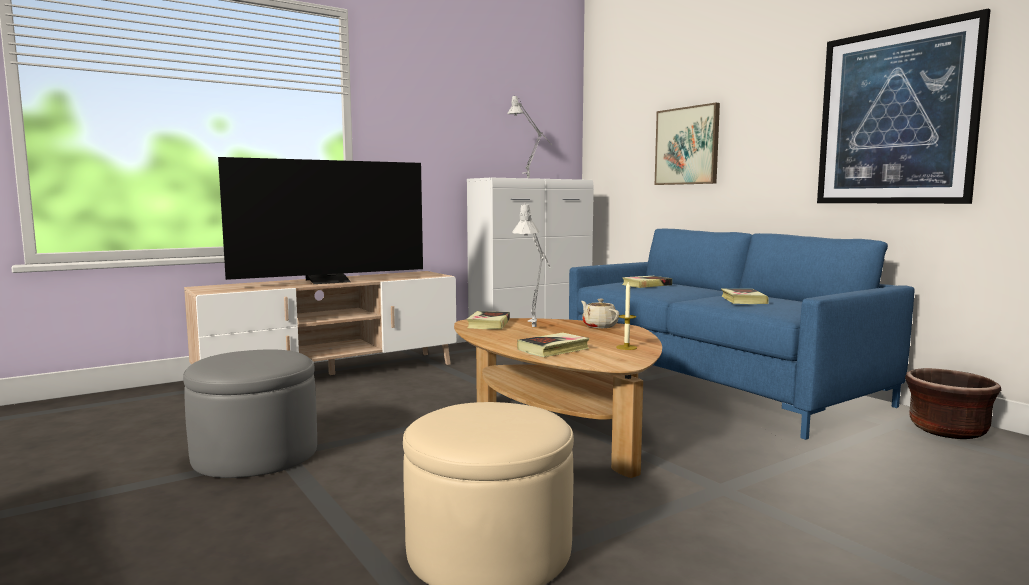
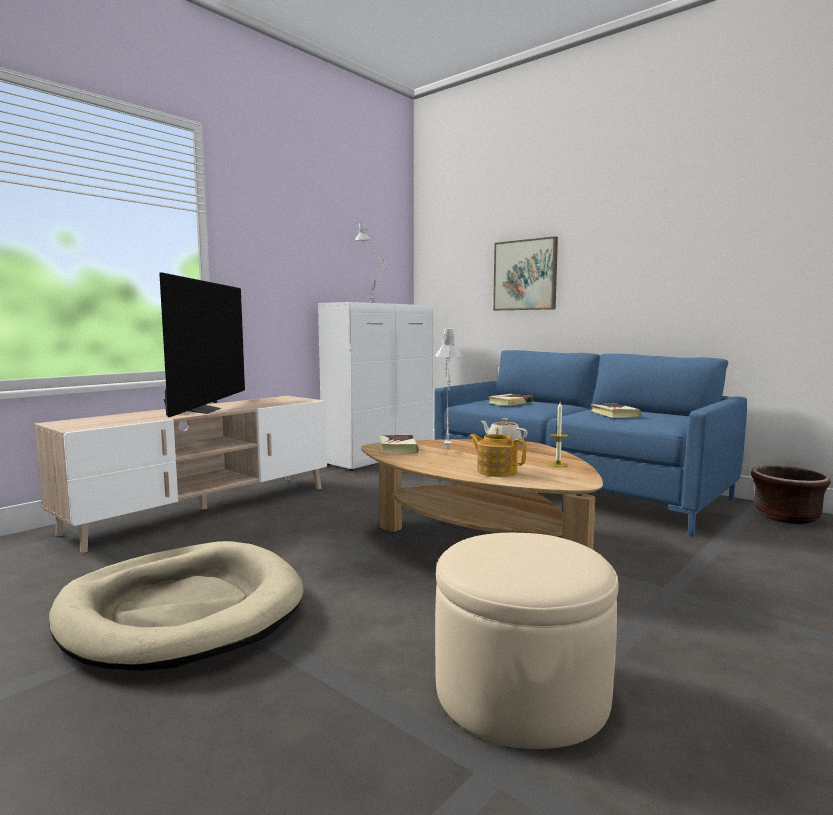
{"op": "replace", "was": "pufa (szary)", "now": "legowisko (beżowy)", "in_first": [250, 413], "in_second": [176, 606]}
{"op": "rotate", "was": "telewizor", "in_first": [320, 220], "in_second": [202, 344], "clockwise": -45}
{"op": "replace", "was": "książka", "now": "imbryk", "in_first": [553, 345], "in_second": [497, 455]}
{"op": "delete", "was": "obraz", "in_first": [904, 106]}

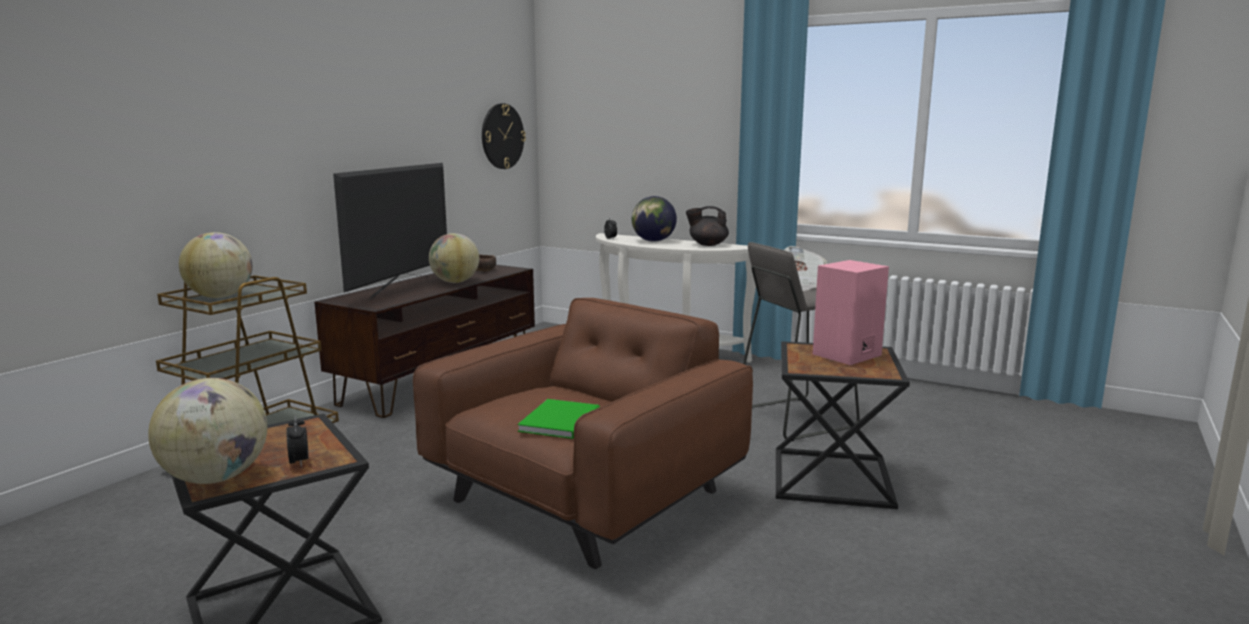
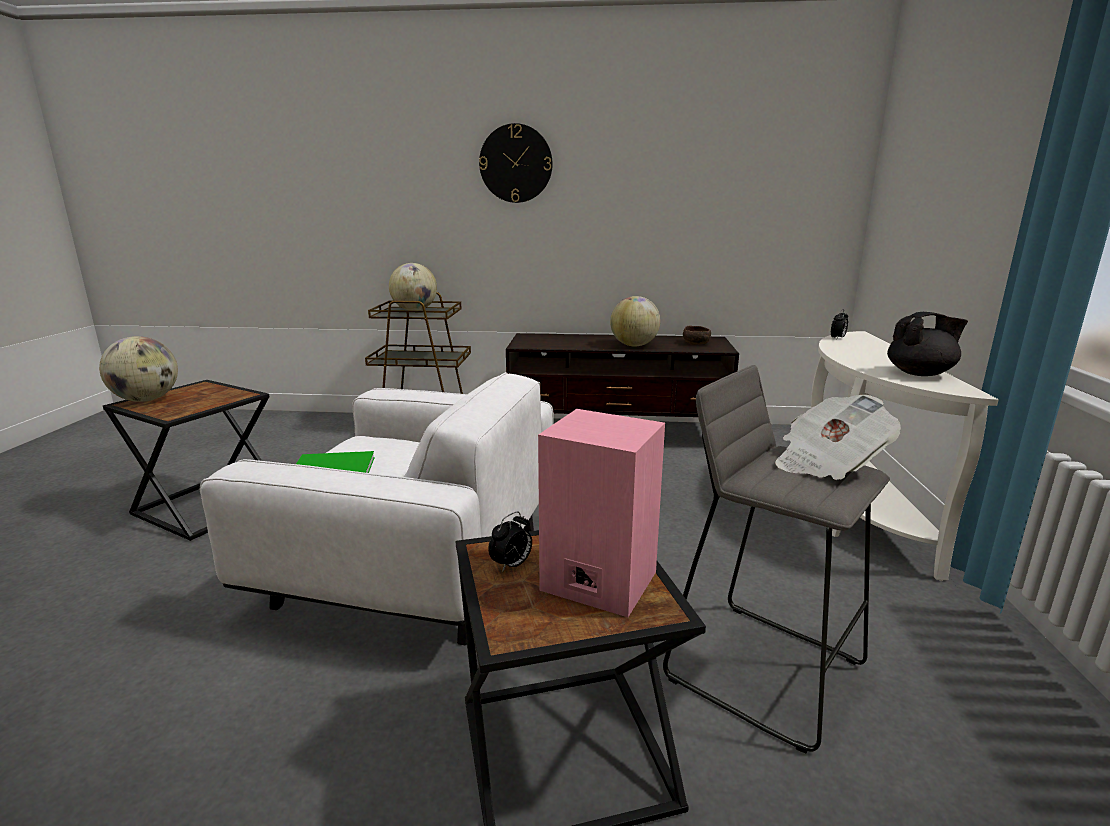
{"op": "move", "was": "budzik", "in_first": [297, 441], "in_second": [510, 542]}
{"op": "delete", "was": "telewizor", "in_first": [390, 231]}
{"op": "recolor", "was": "fotel (brązowy)", "now": "fotel (biały)", "in_first": [583, 433], "in_second": [376, 508]}
{"op": "move", "was": "zegar ścienny", "in_first": [504, 136], "in_second": [516, 163]}
{"op": "delete", "was": "globus", "in_first": [654, 219]}
{"op": "rotate", "was": "imbryk (czarny)", "in_first": [707, 226], "in_second": [927, 344], "clockwise": 105}

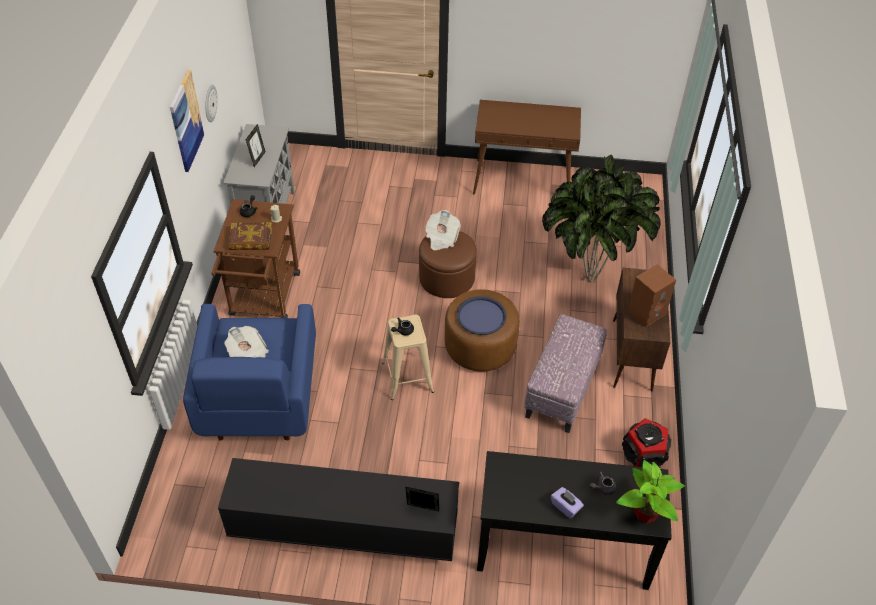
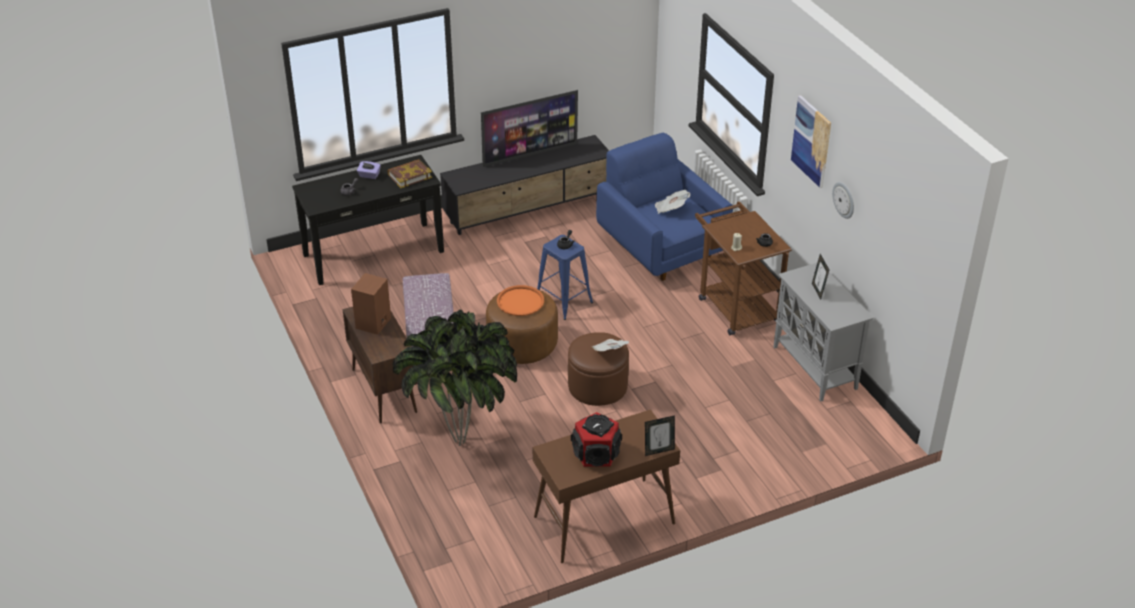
{"op": "move", "was": "książka", "in_first": [250, 236], "in_second": [409, 173]}
{"op": "recolor", "was": "stołek (beżowy)", "now": "stołek (niebieski)", "in_first": [408, 357], "in_second": [565, 277]}
{"op": "move", "was": "ramka na zdjęcie", "in_first": [422, 499], "in_second": [660, 435]}
{"op": "recolor", "was": "taca (niebieski)", "now": "taca (pomarańczowy)", "in_first": [482, 315], "in_second": [520, 300]}
{"op": "delete", "was": "roślina doniczkowa", "in_first": [650, 492]}
{"op": "move", "was": "głośnik", "in_first": [646, 443], "in_second": [596, 439]}
{"op": "insert", "now": "telewizor", "in_second": [529, 128]}

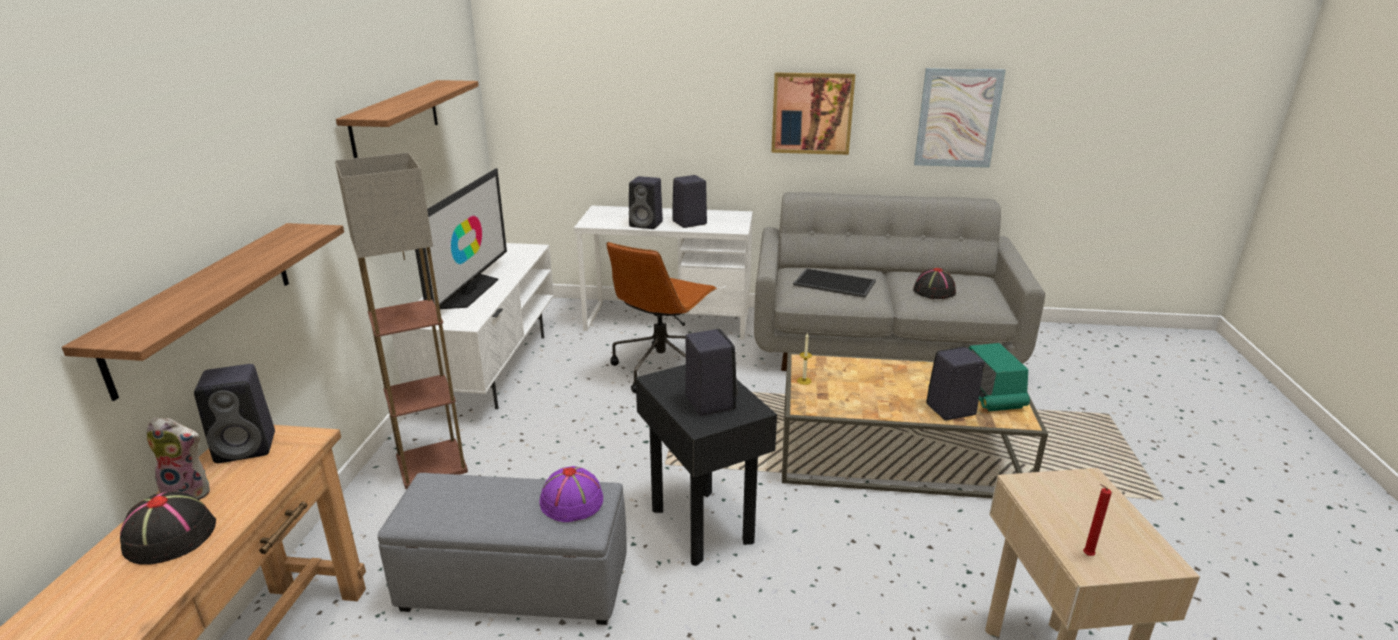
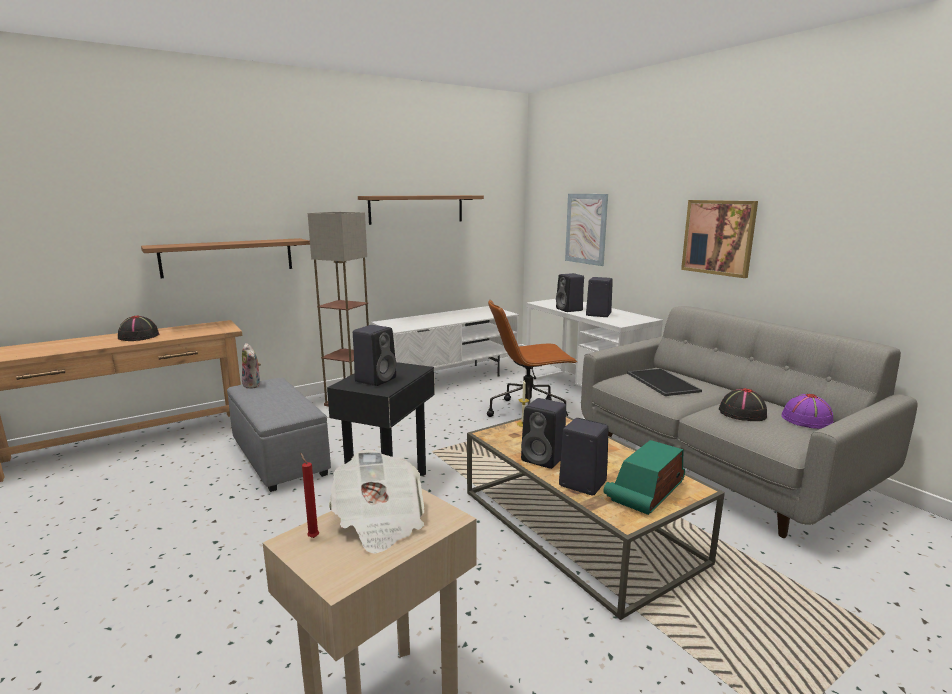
{"op": "move", "was": "pluszak", "in_first": [178, 459], "in_second": [251, 366]}
{"op": "move", "was": "głośnik (czarny)", "in_first": [234, 413], "in_second": [543, 433]}
{"op": "delete", "was": "telewizor", "in_first": [461, 238]}
{"op": "move", "was": "kapelusz (fioletowy)", "in_first": [571, 494], "in_second": [807, 411]}
{"op": "move", "was": "obraz", "in_first": [960, 118], "in_second": [586, 230]}
{"op": "insert", "now": "gazeta", "in_second": [376, 501]}

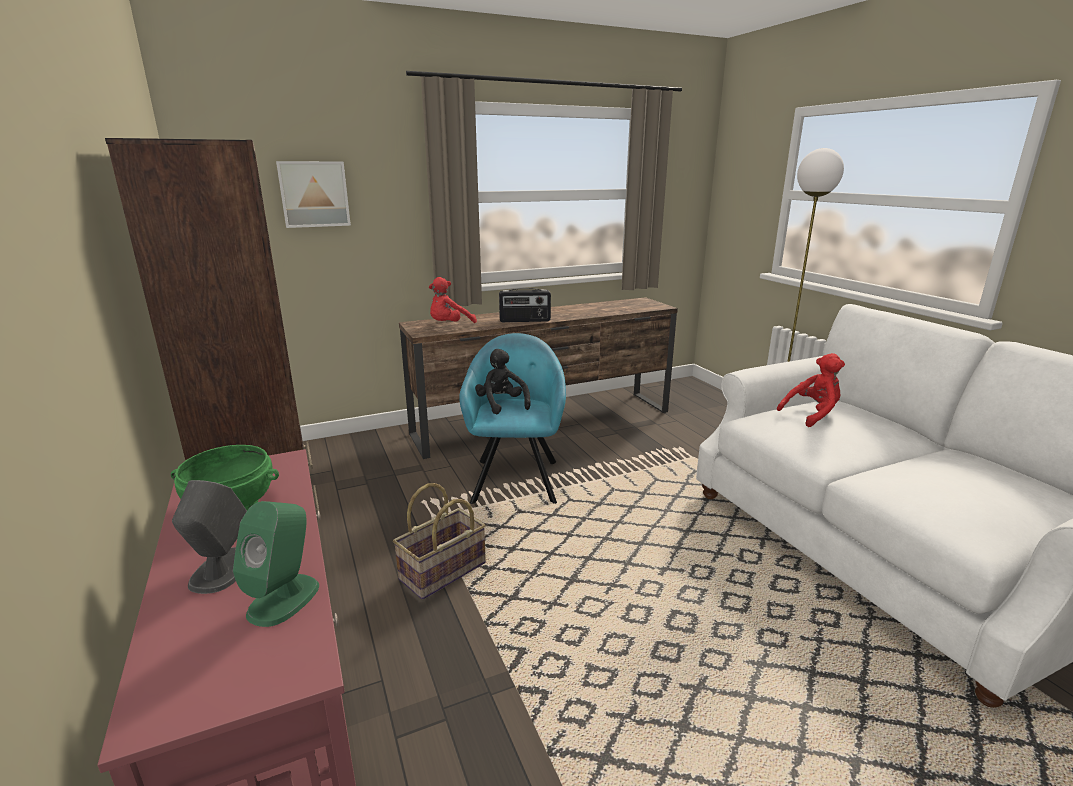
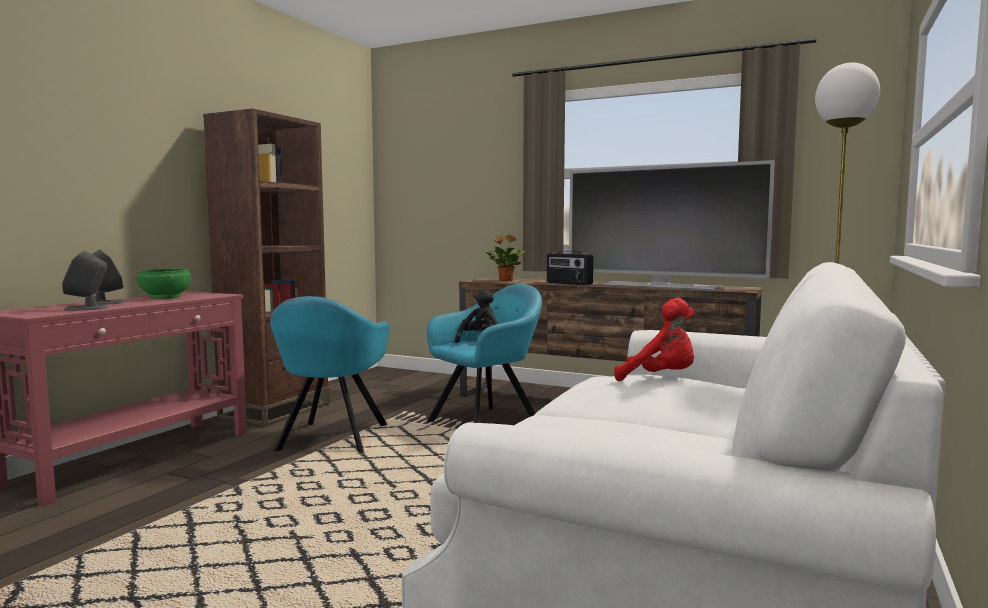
{"op": "recolor", "was": "głośnik (zielony)", "now": "głośnik (szary)", "in_first": [276, 564], "in_second": [85, 281]}
{"op": "delete", "was": "obraz", "in_first": [313, 194]}
{"op": "replace", "was": "koszyk", "now": "fotel (turkusowy)", "in_first": [439, 541], "in_second": [330, 374]}
{"op": "replace", "was": "pluszak (czerwony)", "now": "roślina doniczkowa", "in_first": [453, 300], "in_second": [505, 258]}
{"op": "insert", "now": "telewizor", "in_second": [672, 225]}

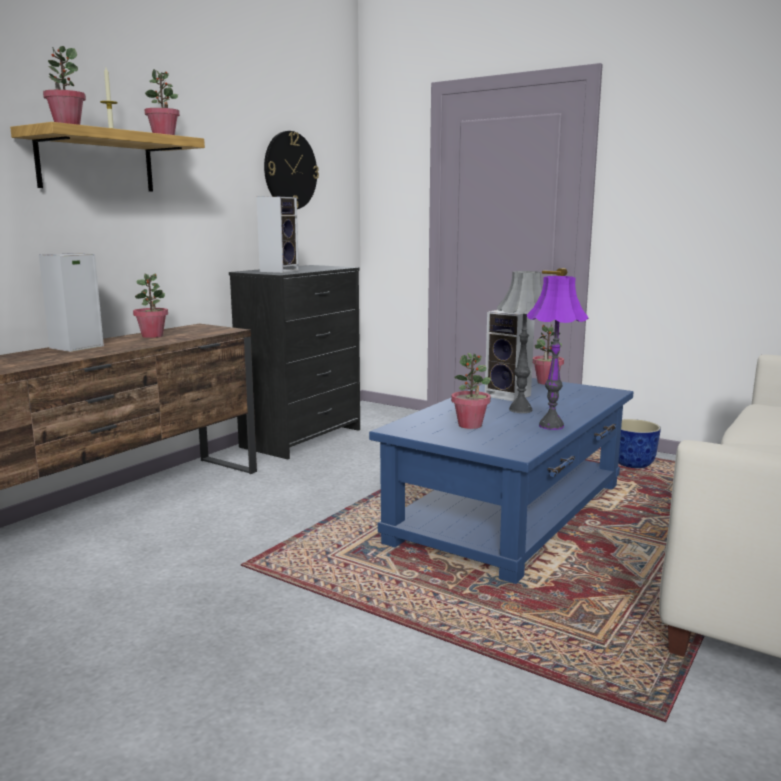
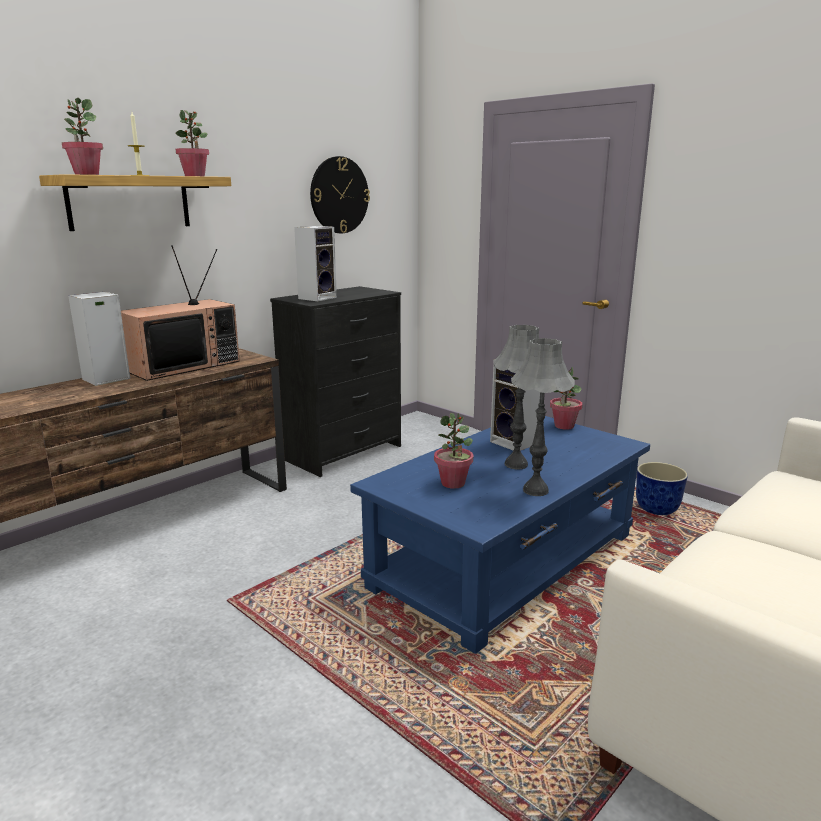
{"op": "replace", "was": "roślina doniczkowa", "now": "telewizor", "in_first": [150, 305], "in_second": [180, 313]}
{"op": "recolor", "was": "lampa stołowa (fioletowy)", "now": "lampa stołowa (szary)", "in_first": [558, 353], "in_second": [543, 417]}

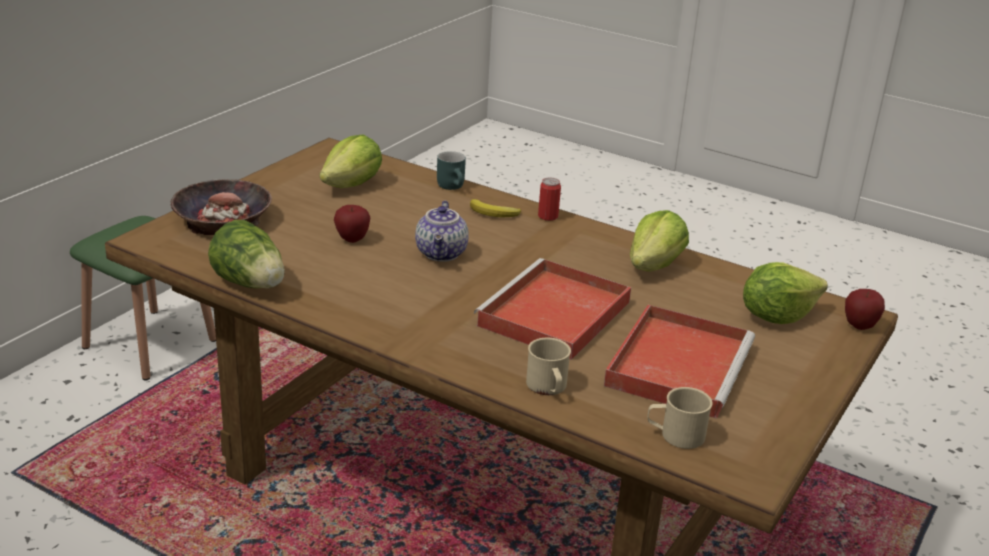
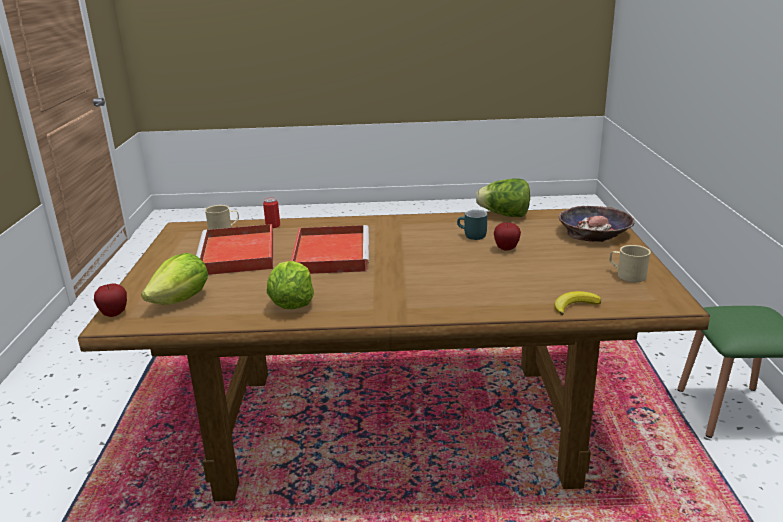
{"op": "delete", "was": "sałata", "in_first": [351, 161]}
{"op": "delete", "was": "imbryk", "in_first": [442, 231]}
{"op": "move", "was": "kubek (turkusowy)", "in_first": [451, 170], "in_second": [472, 225]}
{"op": "move", "was": "banan", "in_first": [495, 208], "in_second": [577, 303]}
{"op": "move", "was": "kubek (beżowy)", "in_first": [548, 366], "in_second": [630, 263]}
{"op": "move", "was": "puszka", "in_first": [549, 199], "in_second": [271, 213]}

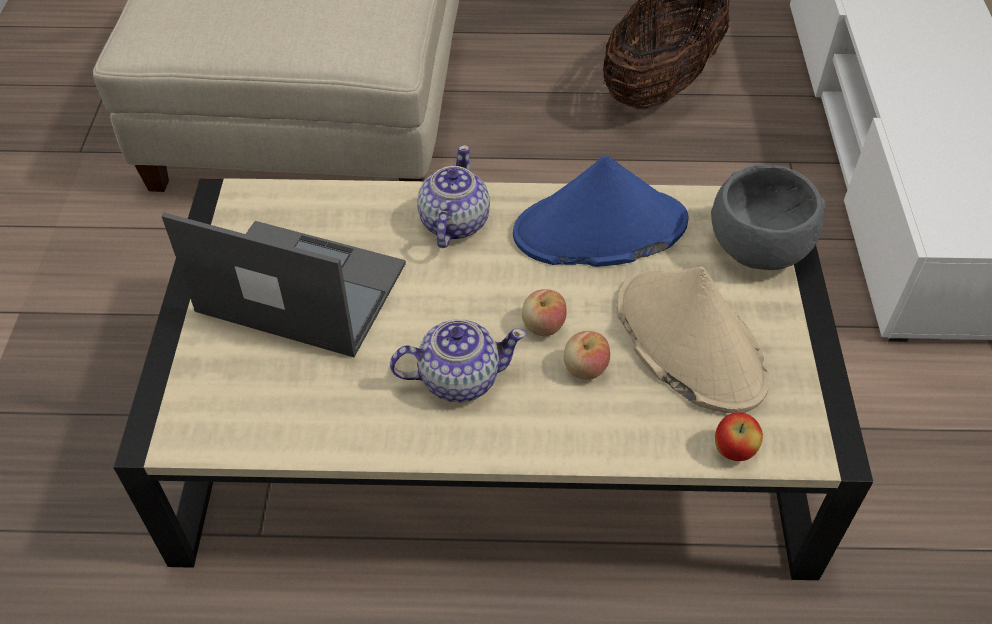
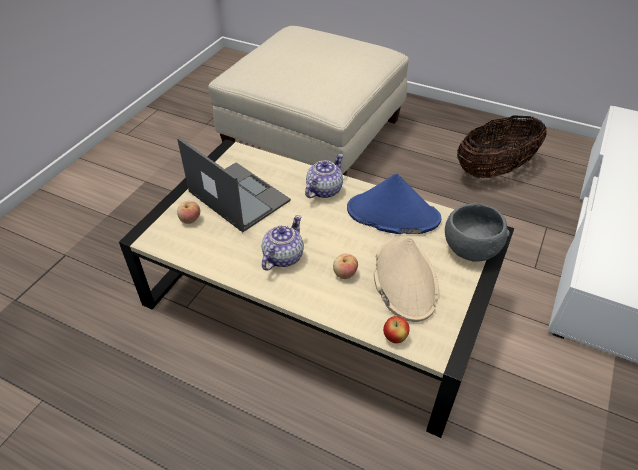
{"op": "rotate", "was": "imbryk", "in_first": [458, 361], "in_second": [283, 242], "clockwise": -75}
{"op": "move", "was": "jabłko", "in_first": [544, 312], "in_second": [188, 212]}

